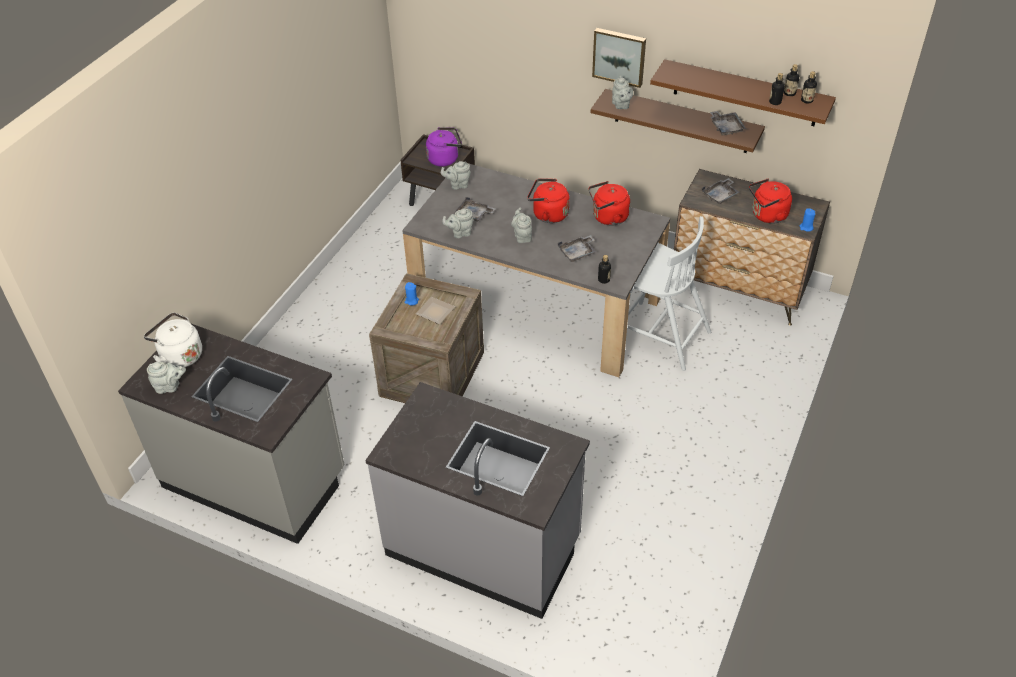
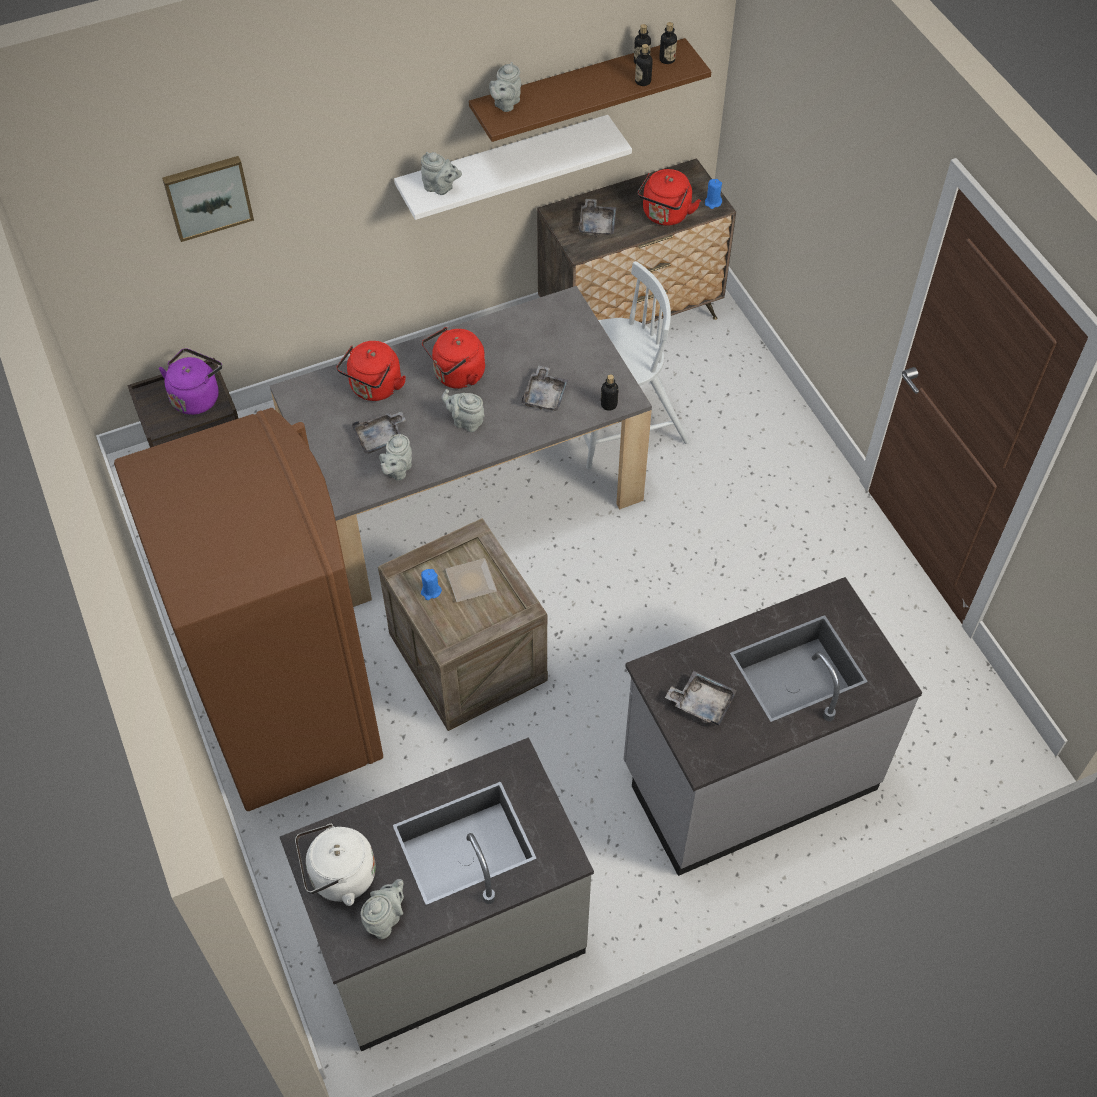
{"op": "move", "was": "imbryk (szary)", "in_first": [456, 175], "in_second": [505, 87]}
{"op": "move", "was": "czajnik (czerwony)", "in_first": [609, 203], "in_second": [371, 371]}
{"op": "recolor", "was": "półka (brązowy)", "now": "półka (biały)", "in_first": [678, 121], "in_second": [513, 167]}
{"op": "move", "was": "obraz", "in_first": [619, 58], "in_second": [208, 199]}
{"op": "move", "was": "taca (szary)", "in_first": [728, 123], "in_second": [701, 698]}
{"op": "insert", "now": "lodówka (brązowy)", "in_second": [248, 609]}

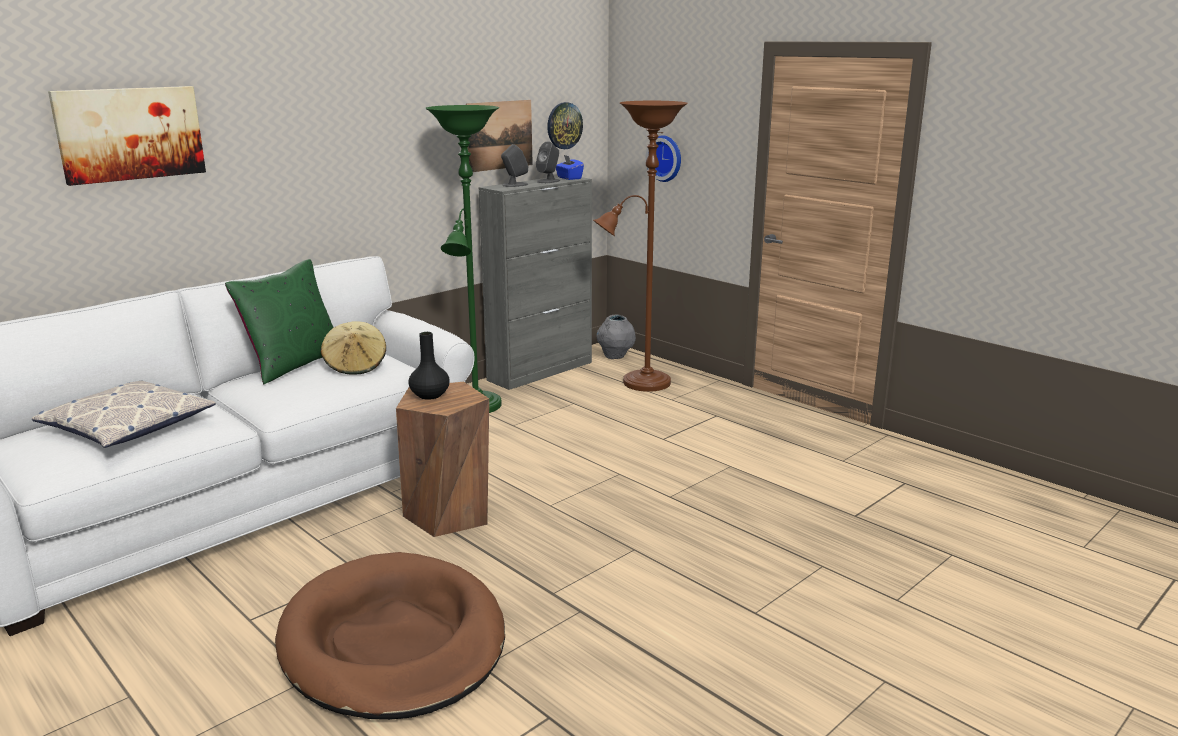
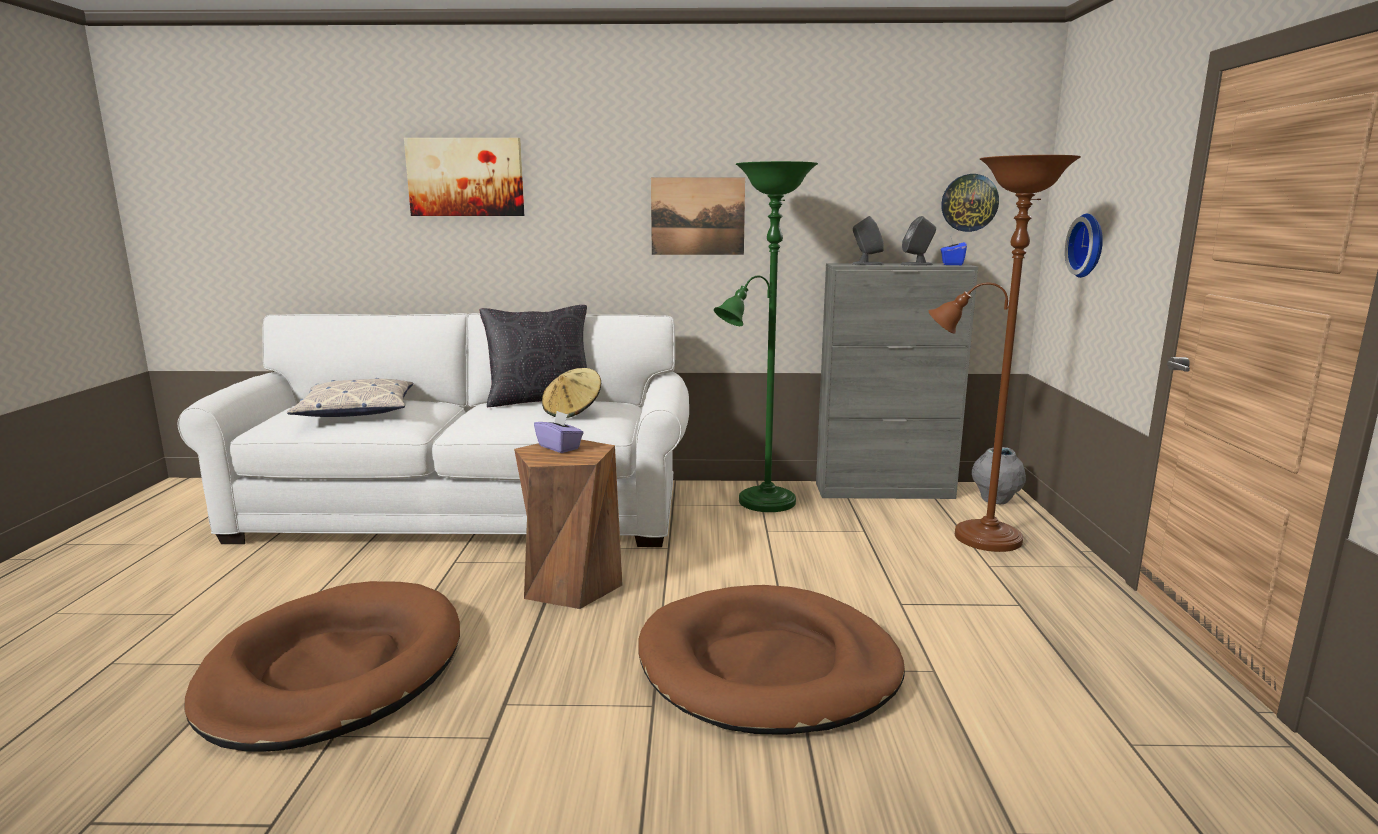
{"op": "recolor", "was": "poduszka (zielony)", "now": "poduszka (czarny)", "in_first": [279, 321], "in_second": [533, 356]}
{"op": "replace", "was": "wazon (czarny)", "now": "pudełko chusteczek (fioletowy)", "in_first": [429, 366], "in_second": [559, 432]}
{"op": "move", "was": "obraz", "in_first": [499, 136], "in_second": [698, 216]}
{"op": "insert", "now": "legowisko (brązowy)", "in_second": [771, 660]}

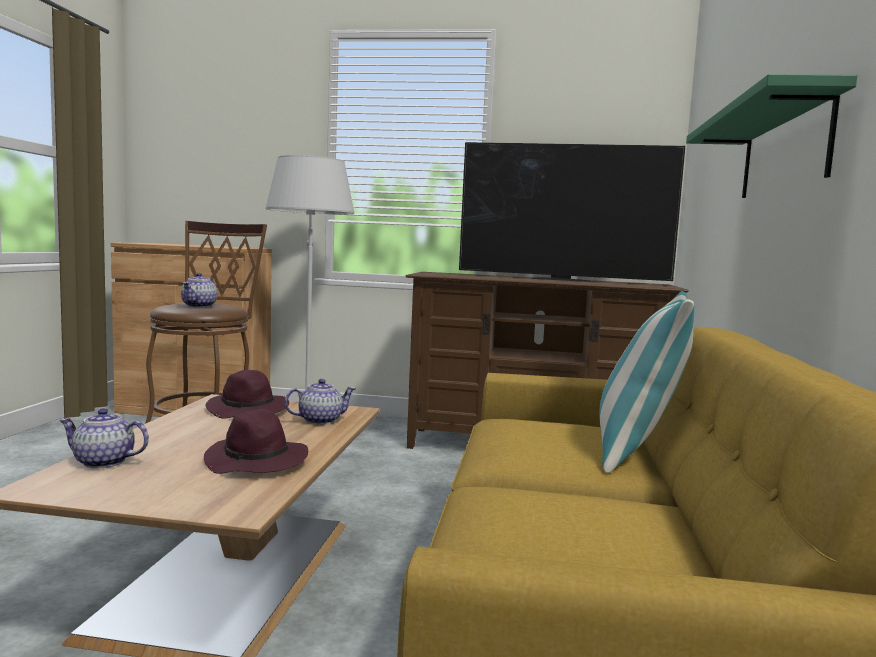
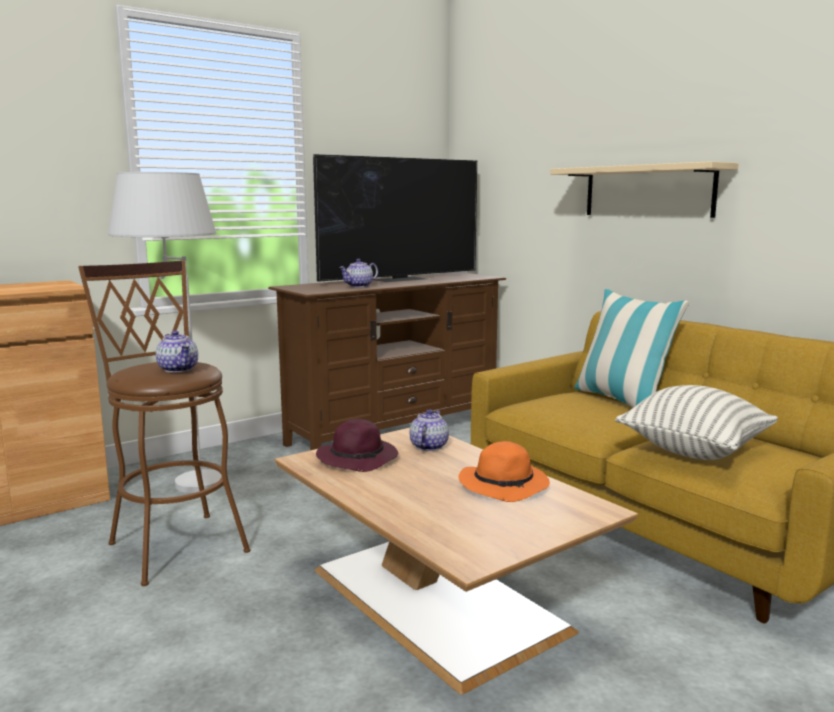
{"op": "move", "was": "imbryk", "in_first": [104, 438], "in_second": [358, 273]}
{"op": "recolor", "was": "kapelusz (fioletowy)", "now": "kapelusz (pomarańczowy)", "in_first": [256, 441], "in_second": [504, 471]}
{"op": "recolor", "was": "półka (zielony)", "now": "półka (beżowy)", "in_first": [771, 136], "in_second": [644, 189]}
{"op": "insert", "now": "poduszka", "in_second": [696, 422]}

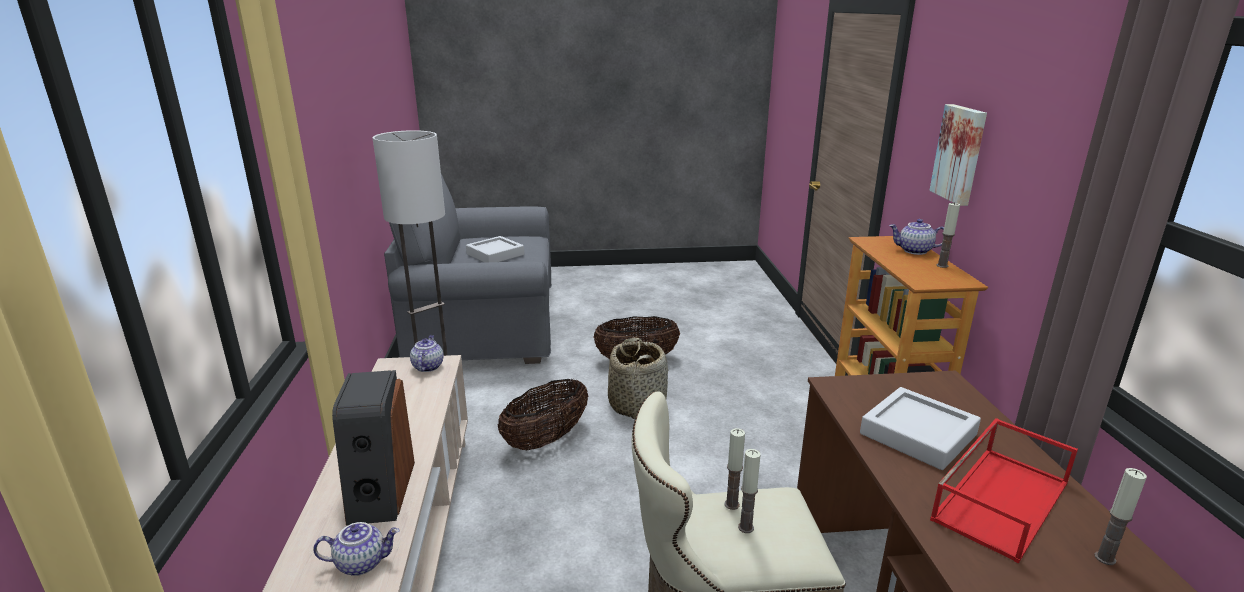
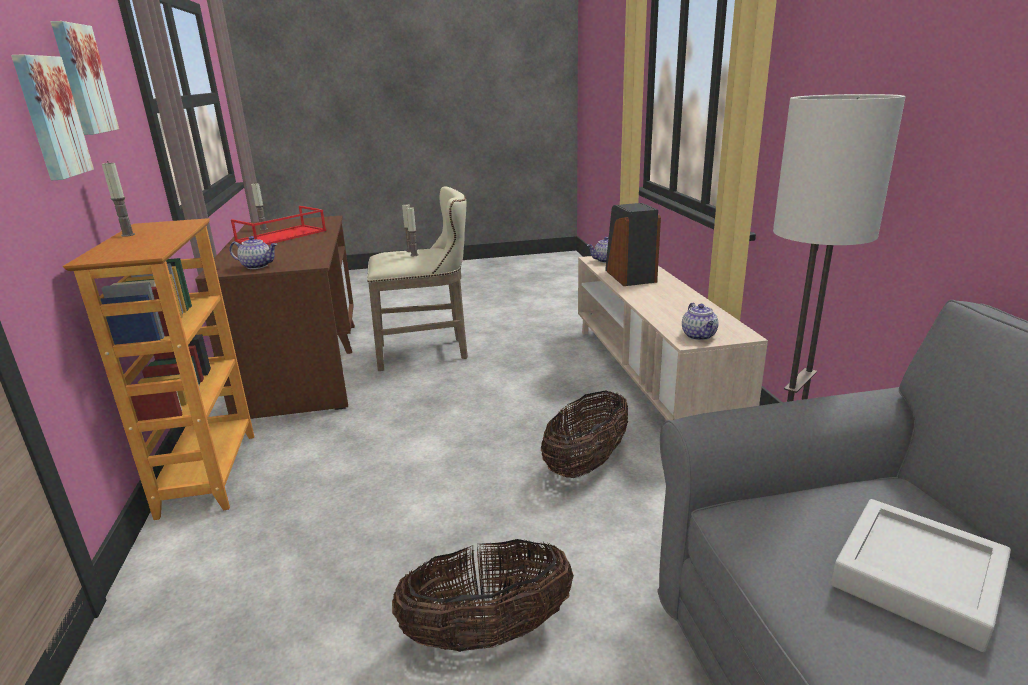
{"op": "delete", "was": "koszyk", "in_first": [638, 378]}
{"op": "delete", "was": "taca (szary)", "in_first": [920, 428]}
{"op": "move", "was": "imbryk", "in_first": [916, 237], "in_second": [253, 252]}
{"op": "insert", "now": "obraz", "in_second": [85, 78]}

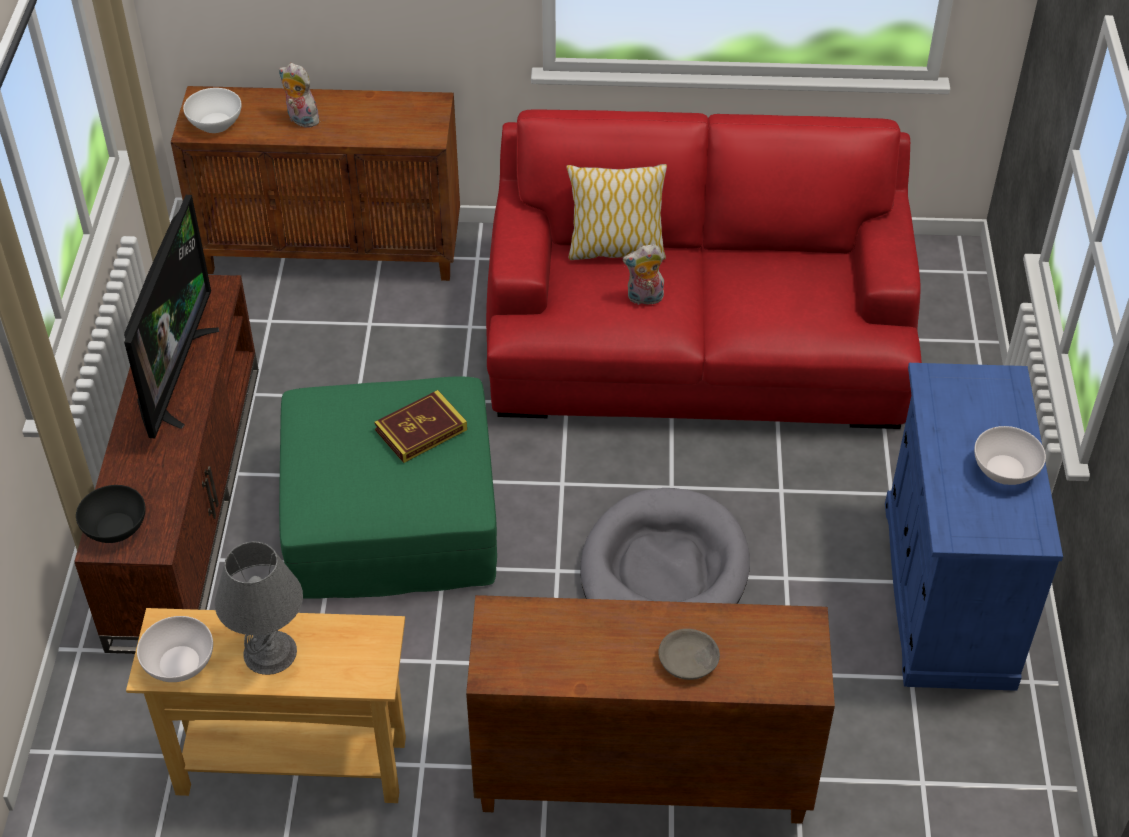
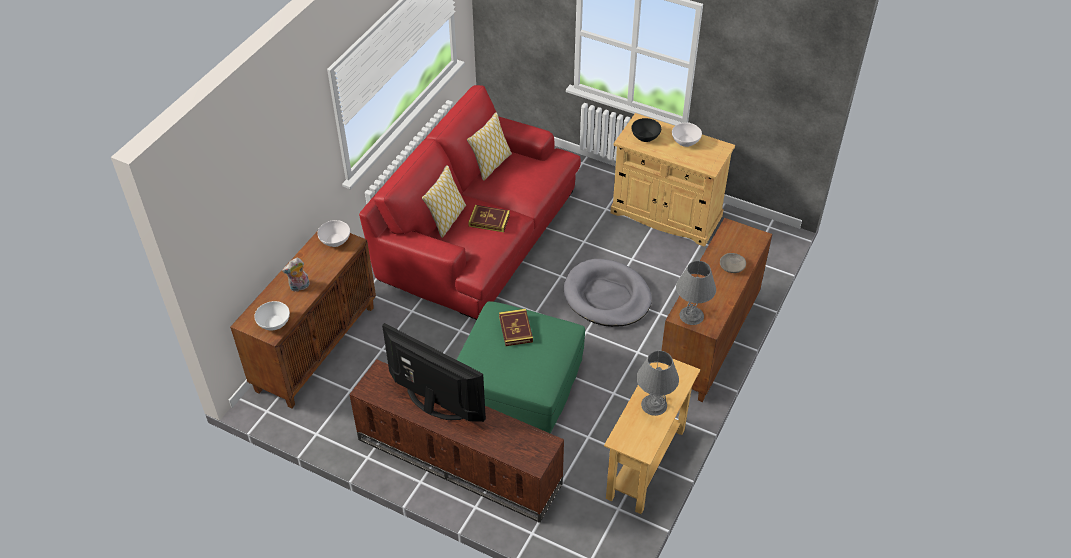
{"op": "move", "was": "miska (czarny)", "in_first": [111, 514], "in_second": [646, 130]}
{"op": "move", "was": "miska (biały)", "in_first": [175, 649], "in_second": [333, 233]}
{"op": "replace", "was": "pluszak", "now": "książka", "in_first": [643, 274], "in_second": [489, 218]}
{"op": "recolor", "was": "szafka (niebieski)", "now": "szafka (beżowy)", "in_first": [974, 527], "in_second": [672, 180]}
{"op": "insert", "now": "poduszka", "in_second": [489, 146]}
{"op": "insert", "now": "lampa stołowa (szary)", "in_second": [696, 293]}

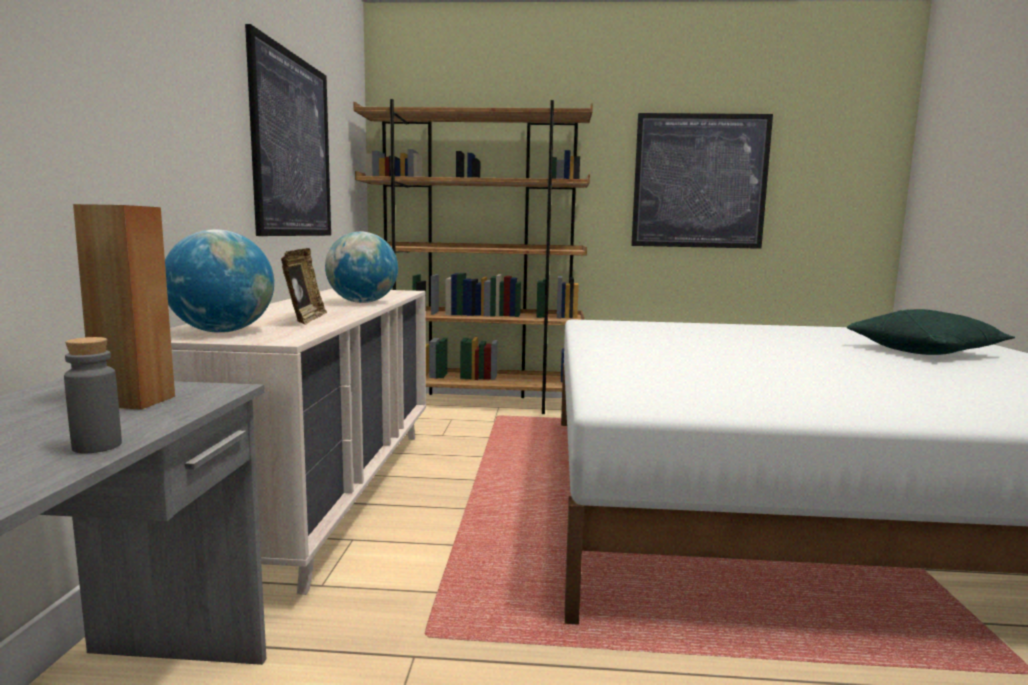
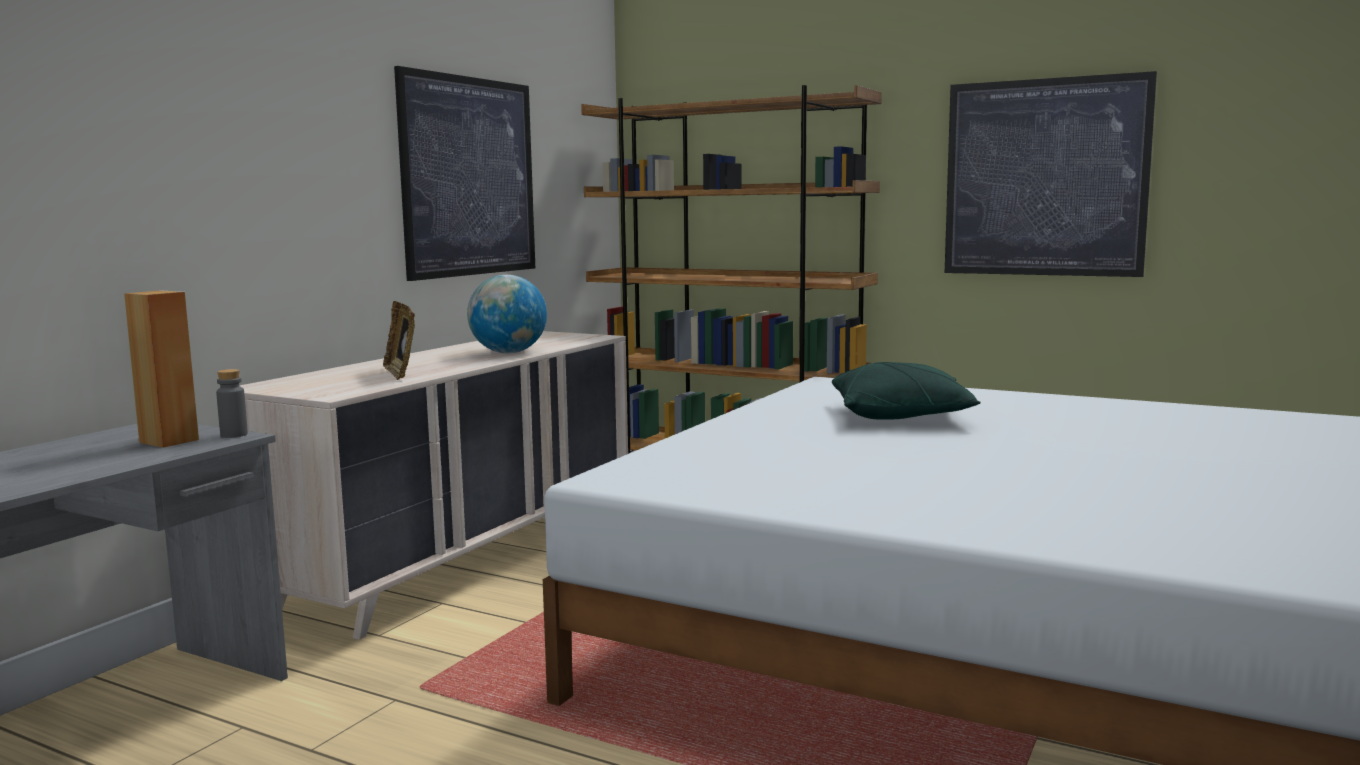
{"op": "move", "was": "butelka (szary)", "in_first": [93, 395], "in_second": [232, 403]}
{"op": "delete", "was": "globus", "in_first": [219, 281]}
{"op": "rotate", "was": "ramka na zdjęcie", "in_first": [304, 286], "in_second": [399, 340], "clockwise": 135}
{"op": "move", "was": "poduszka (zielony)", "in_first": [931, 332], "in_second": [906, 391]}

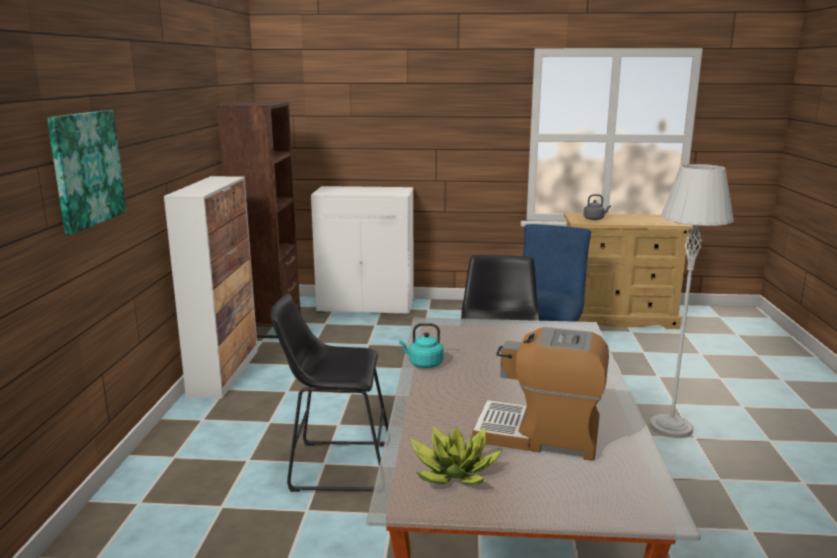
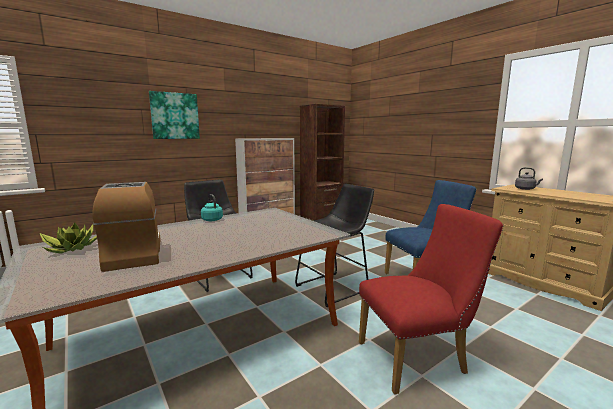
{"op": "delete", "was": "szafka (biały)", "in_first": [362, 250]}
{"op": "replace", "was": "lampa stojąca (szary)", "now": "krzesło (czerwony)", "in_first": [692, 301], "in_second": [431, 299]}

